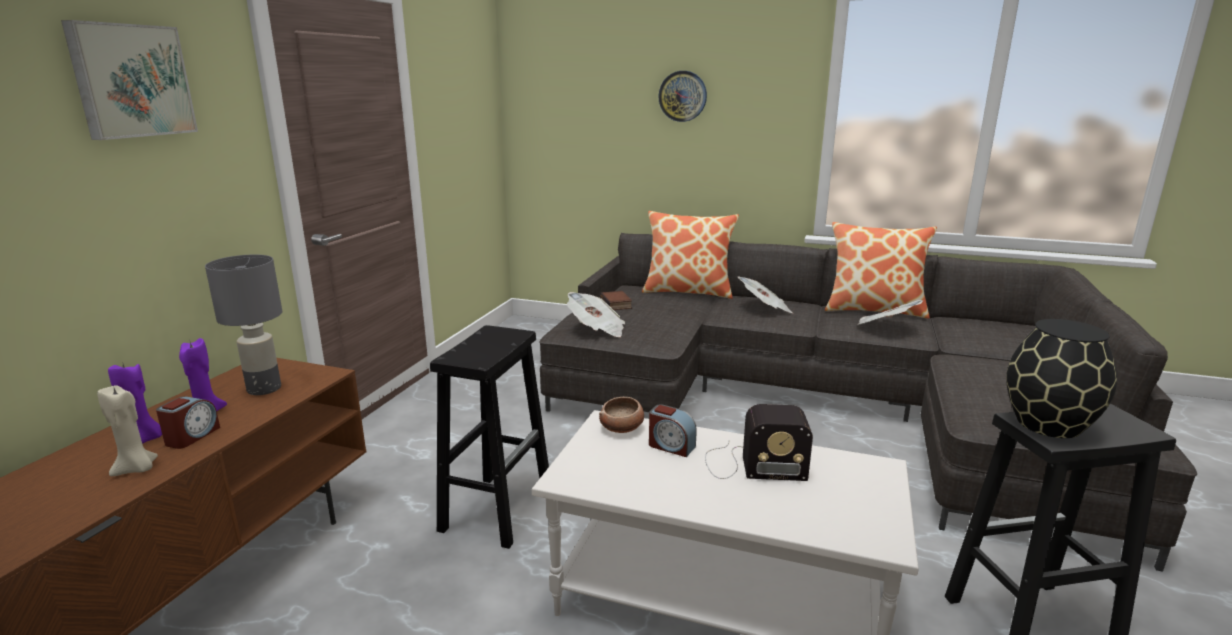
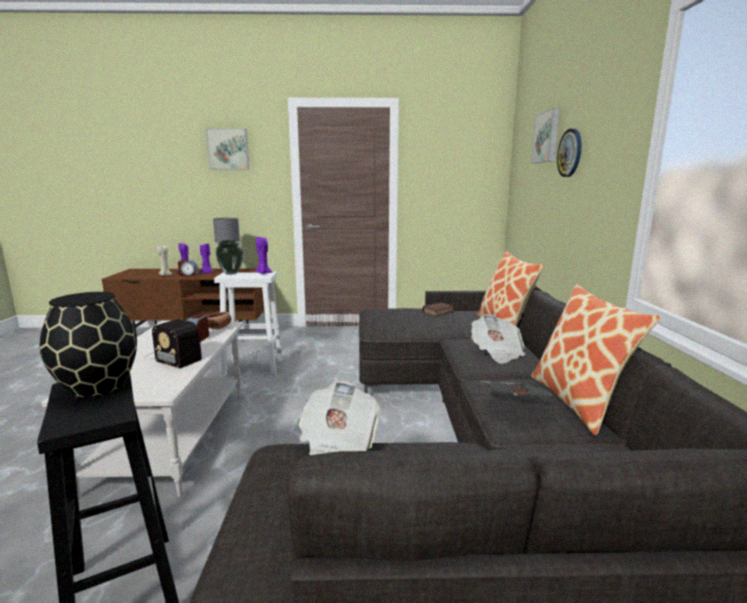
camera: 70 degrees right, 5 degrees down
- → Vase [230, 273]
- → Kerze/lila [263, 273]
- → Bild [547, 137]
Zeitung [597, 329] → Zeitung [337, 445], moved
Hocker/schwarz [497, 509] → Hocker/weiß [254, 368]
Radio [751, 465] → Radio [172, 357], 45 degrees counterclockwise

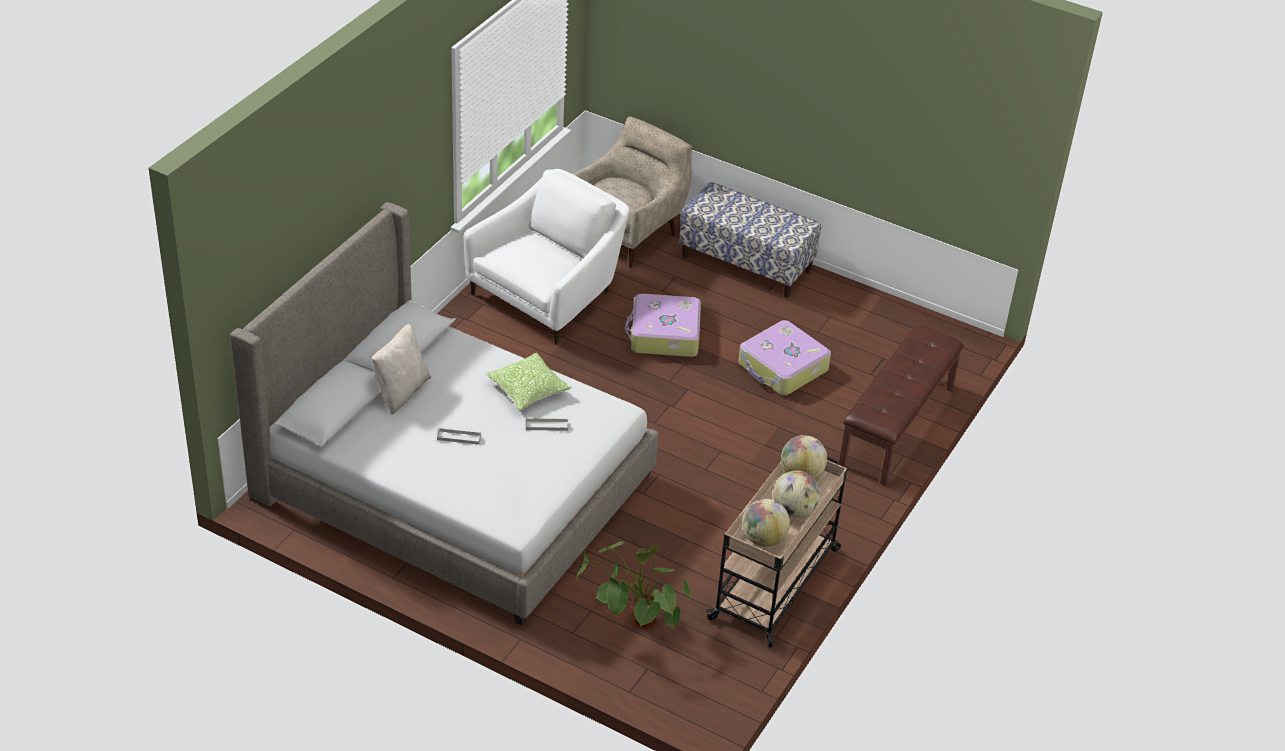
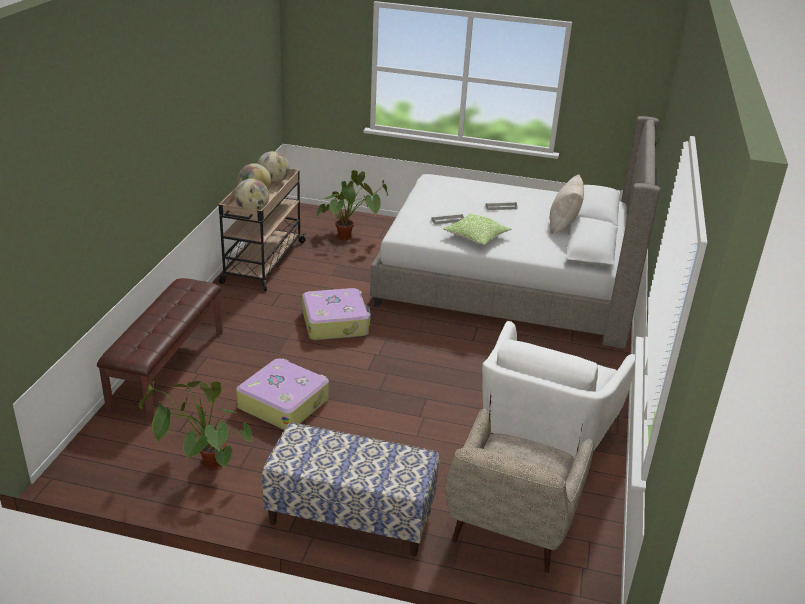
camera: 165 degrees right, 10 degrees down
- → Topfpflanze [200, 464]
Koffer [664, 335] → Koffer [335, 323], moved

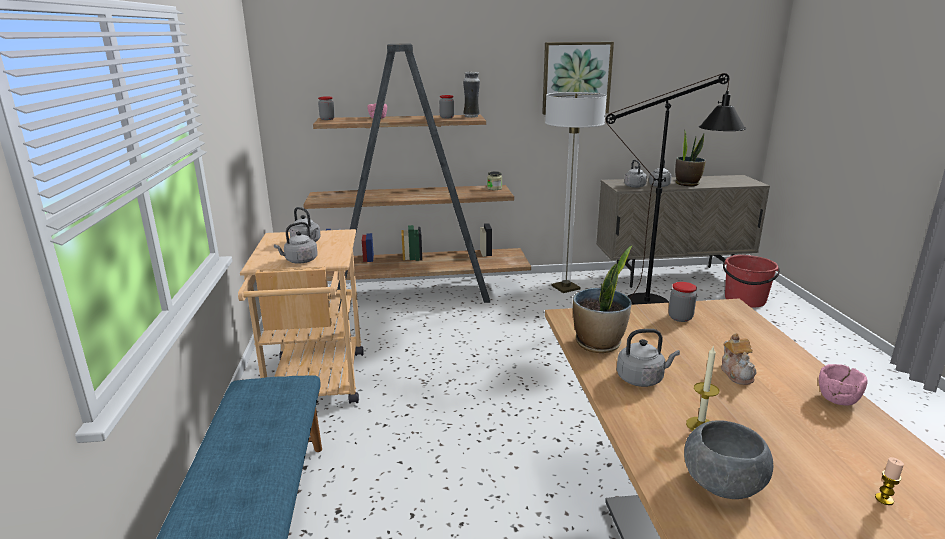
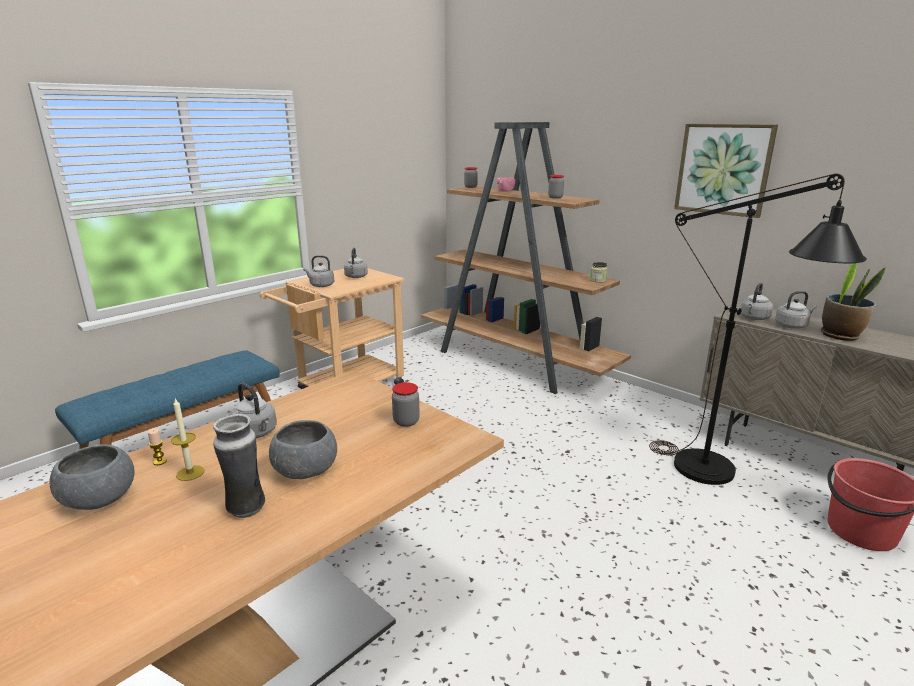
camera: 50 degrees right, 0 degrees up
Stehlampe [565, 288] → -
Topfpflanze [599, 344] → -
Schüssel/rosa [837, 398] → -
Vase [471, 116] → Vase [246, 509], moved
Kerze [884, 499] → Kerze [160, 462], moved
Teekanne [737, 373] → Schüssel/grau [306, 471]

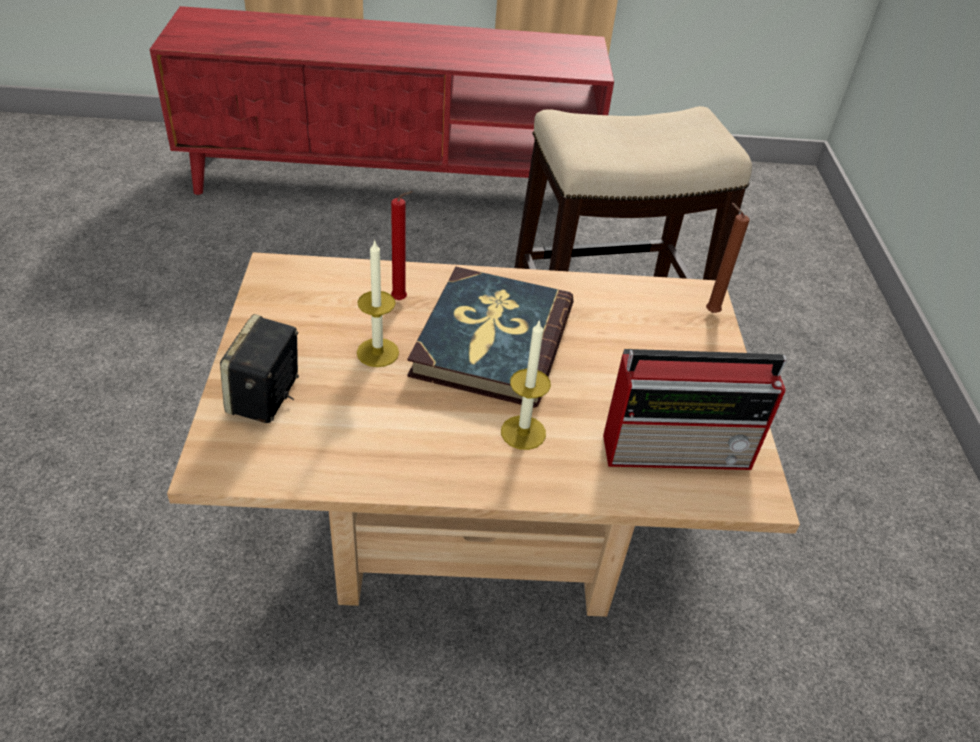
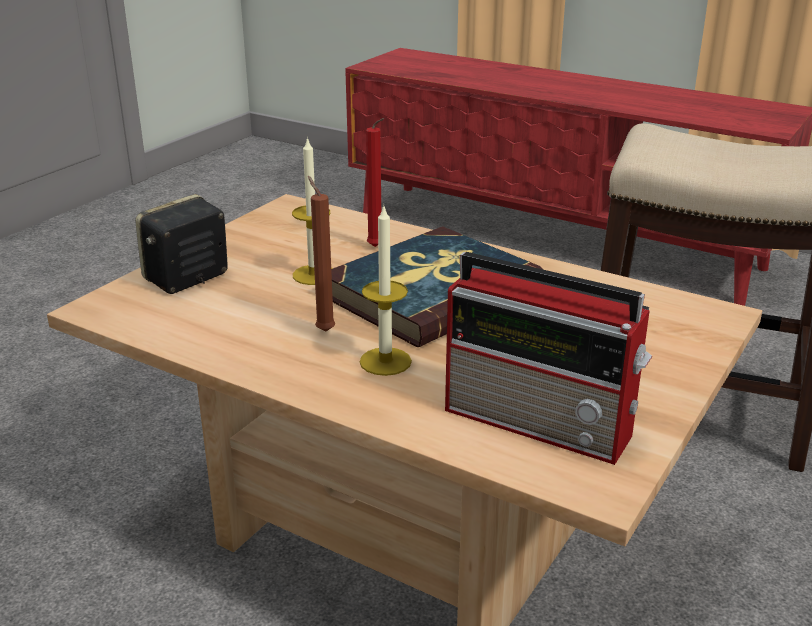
camera: 35 degrees right, 15 degrees down
Kerze/braun [709, 312] → Kerze/braun [323, 330], moved

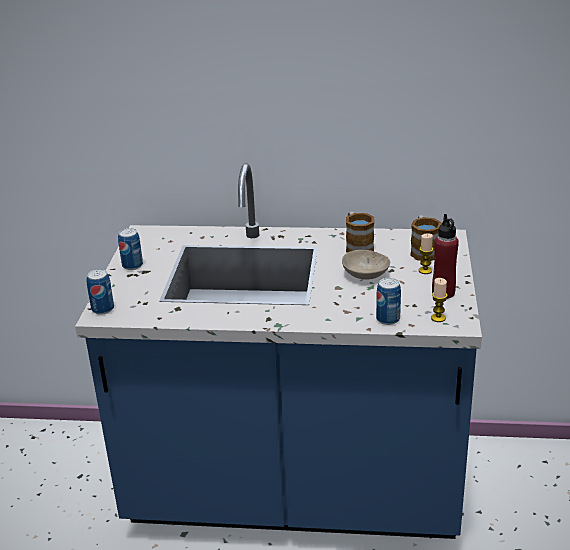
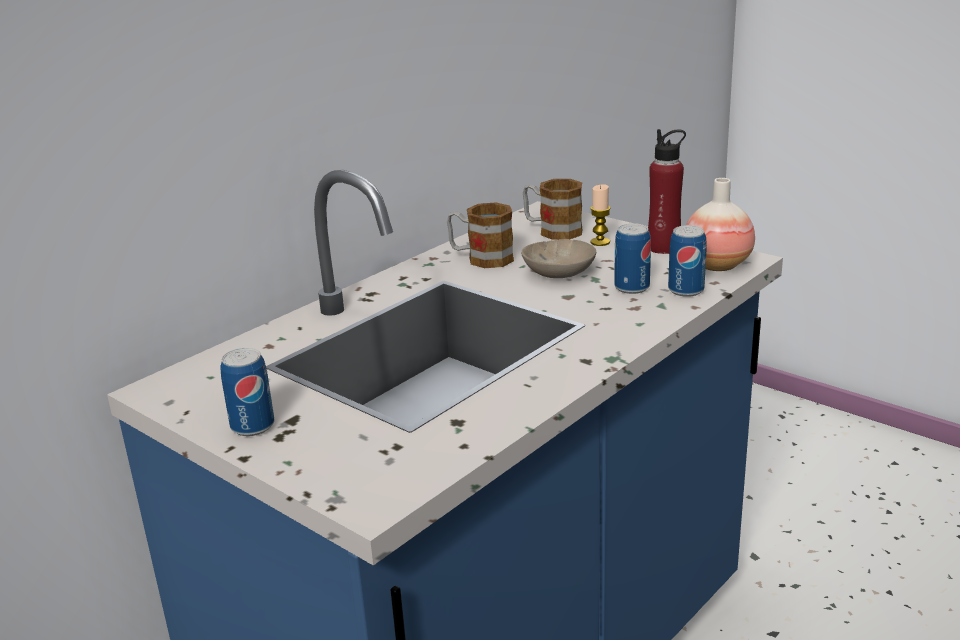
camera: 55 degrees left, 5 degrees down
Dose [103, 309] → Dose [632, 287], moved
Kerze [438, 318] → Vase [717, 265]

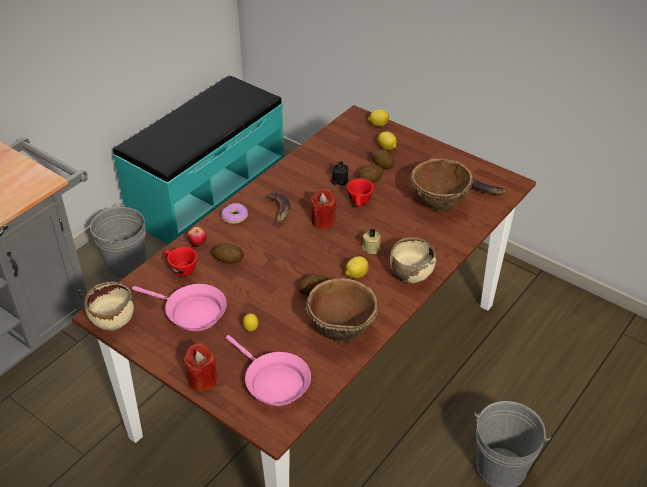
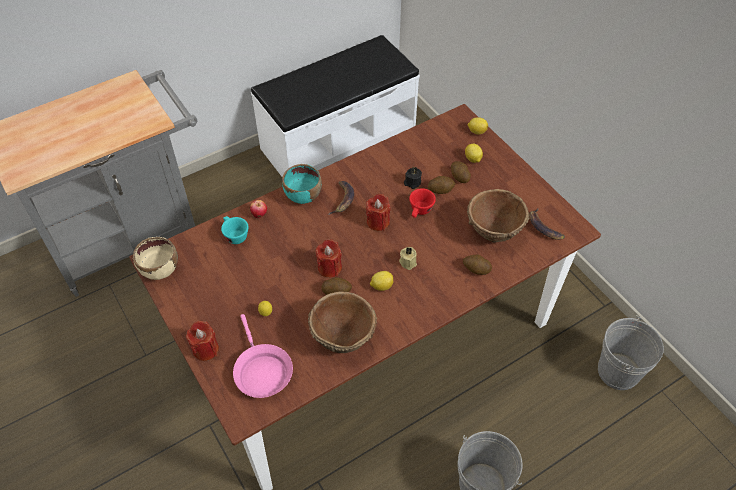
camera: 20 degrees right, 10 degrees up
Pfanne/rosa [191, 312] → -
Schüssel/beige [410, 274] → -
- → Kerze/rot [329, 267]
Eimer/grau [126, 264] → Eimer/grau [618, 371], moved
Kartoffel [228, 260] → Kartoffel [476, 269], moved
Donut [234, 216] → Schüssel/türkis [303, 195]
Bank/türkis [207, 193] → Bank/weiß [337, 139]
Tasse/rot [180, 269] → Tasse/türkis [234, 235]

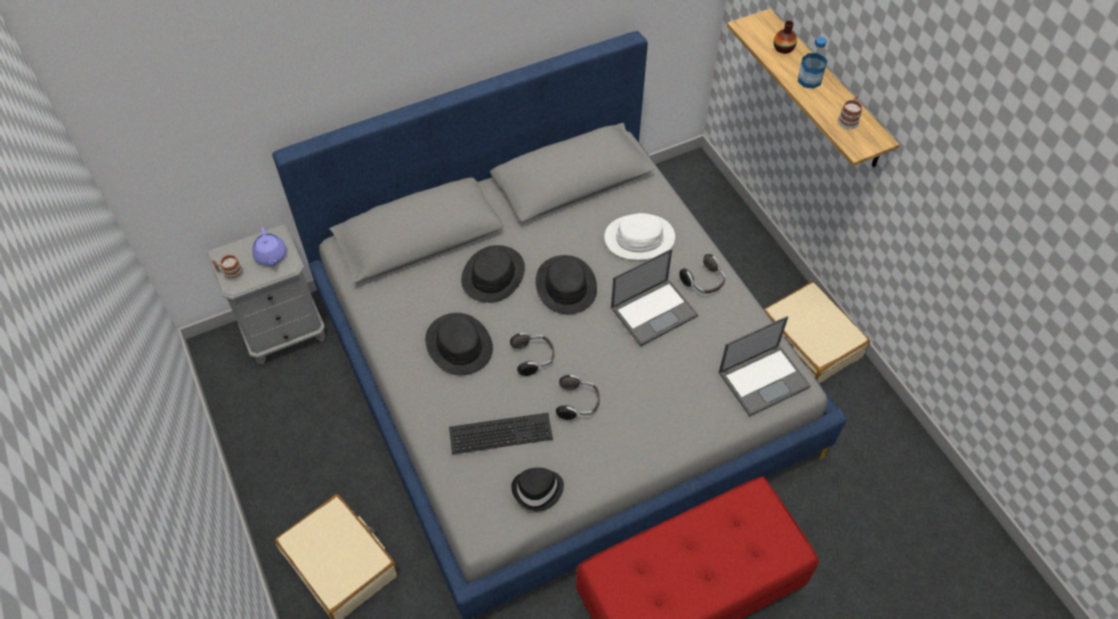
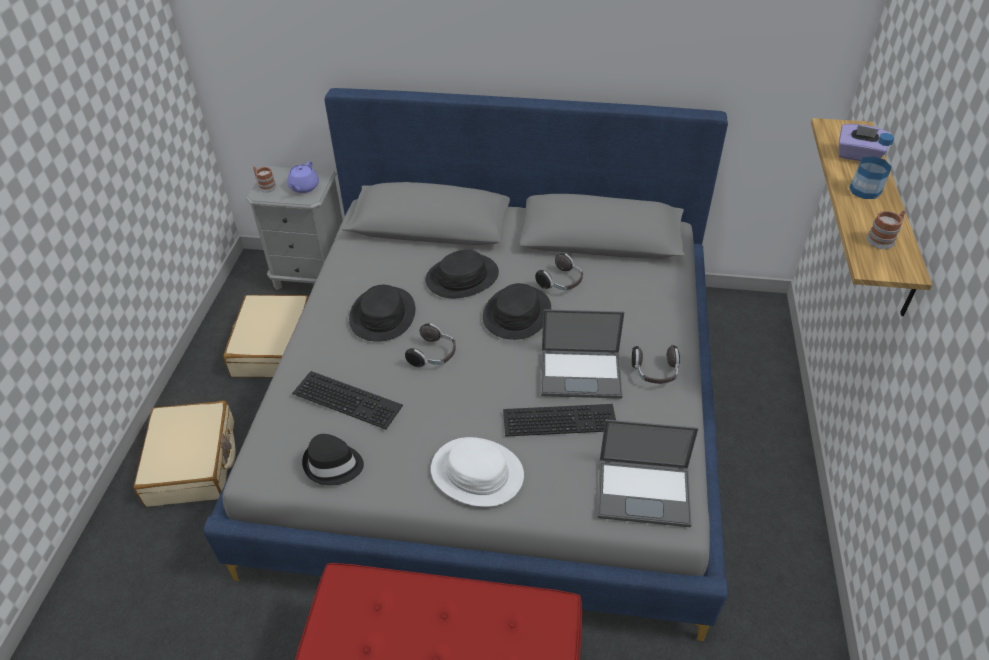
camera: 35 degrees right, 10 degrees down
- → Tastatur [560, 418]
Kopfhörer [578, 403] → Kopfhörer [561, 283], moved
Hut/weiß [639, 238] → Hut/weiß [477, 473], moved
Koffer/beige [809, 342] → Koffer/beige [273, 346], moved
Vase [783, 48] → Taschentuchbox/lila [857, 156]

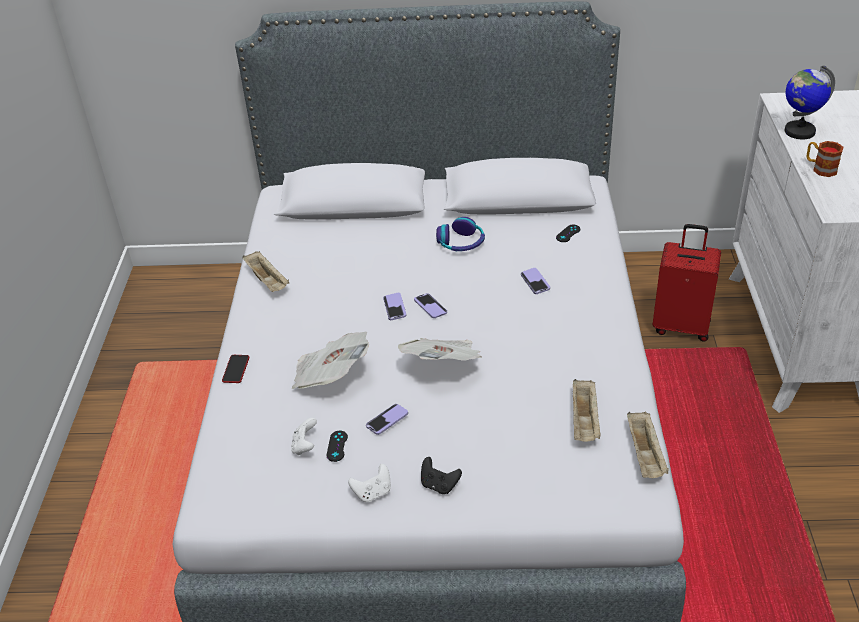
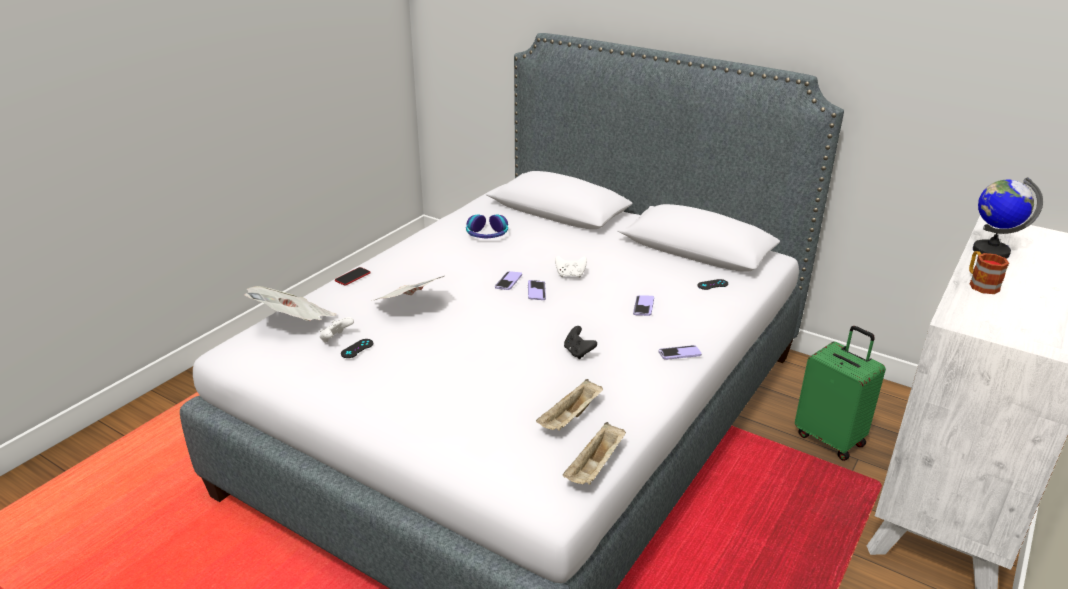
camera: 30 degrees right, 10 degrees down
Tablett/beige [268, 281] → -
Gamepad/weiß [373, 493] → Gamepad/weiß [570, 275], moved
Handy [387, 420] → Handy [679, 353], moved
Zeitung [443, 365] → Zeitung [294, 322], moved
Gamepad/schwarz [439, 485] → Gamepad/schwarz [578, 352], moved
Kopfhörer [461, 243] → Kopfhörer [487, 235], moved
Koffer/rot [681, 326] → Koffer/grün [830, 438]

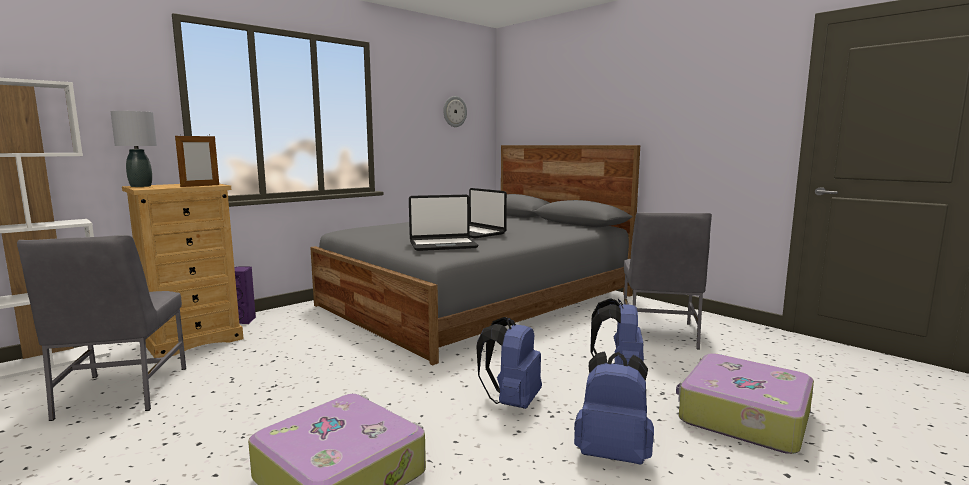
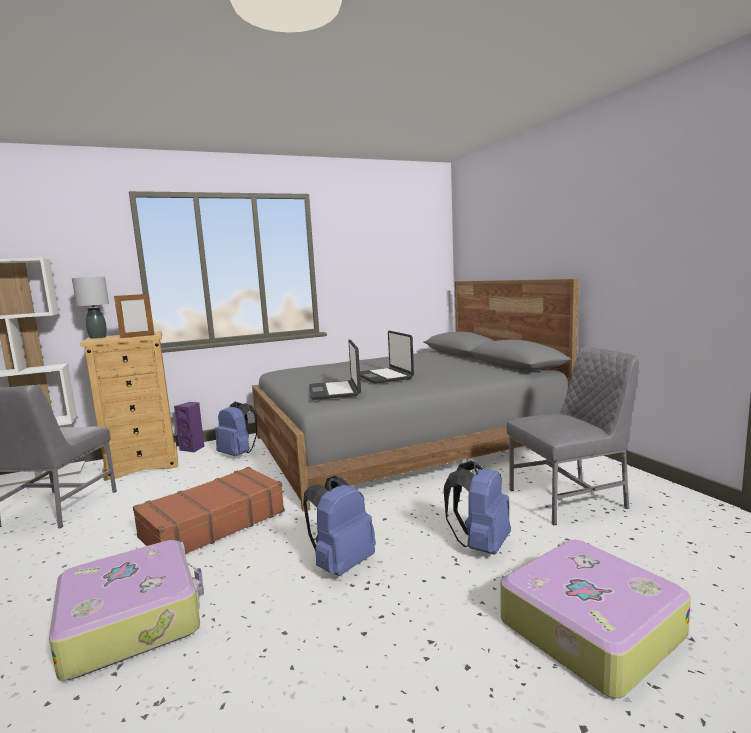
camera: 20 degrees right, 0 degrees up
Wanduhr [454, 111] → -
- → Koffer/braun [213, 524]
Rucksack/blau [613, 454] → Rucksack/blau [238, 454], moved
Laptop [443, 245] → Laptop [335, 391], 75 degrees clockwise
Stuhl/grau [659, 334] → Stuhl/grau [569, 499], 135 degrees counterclockwise

